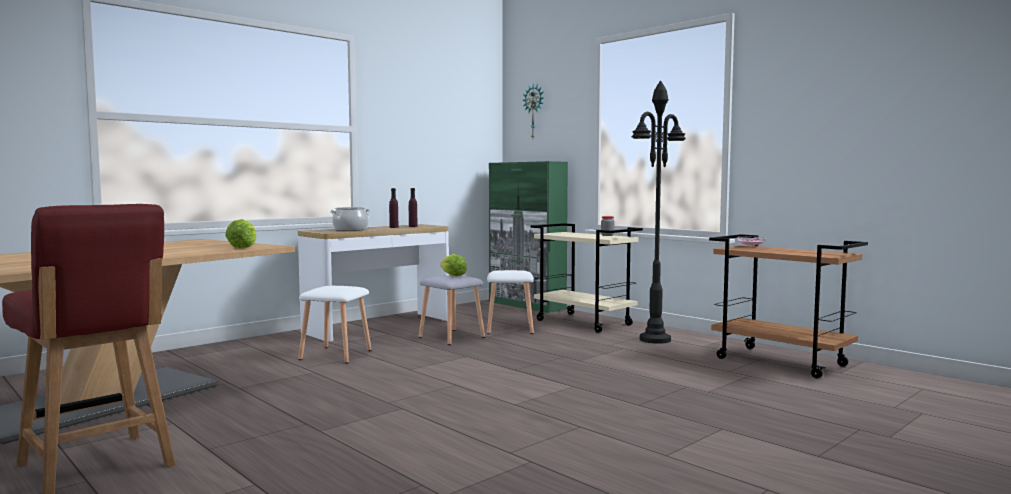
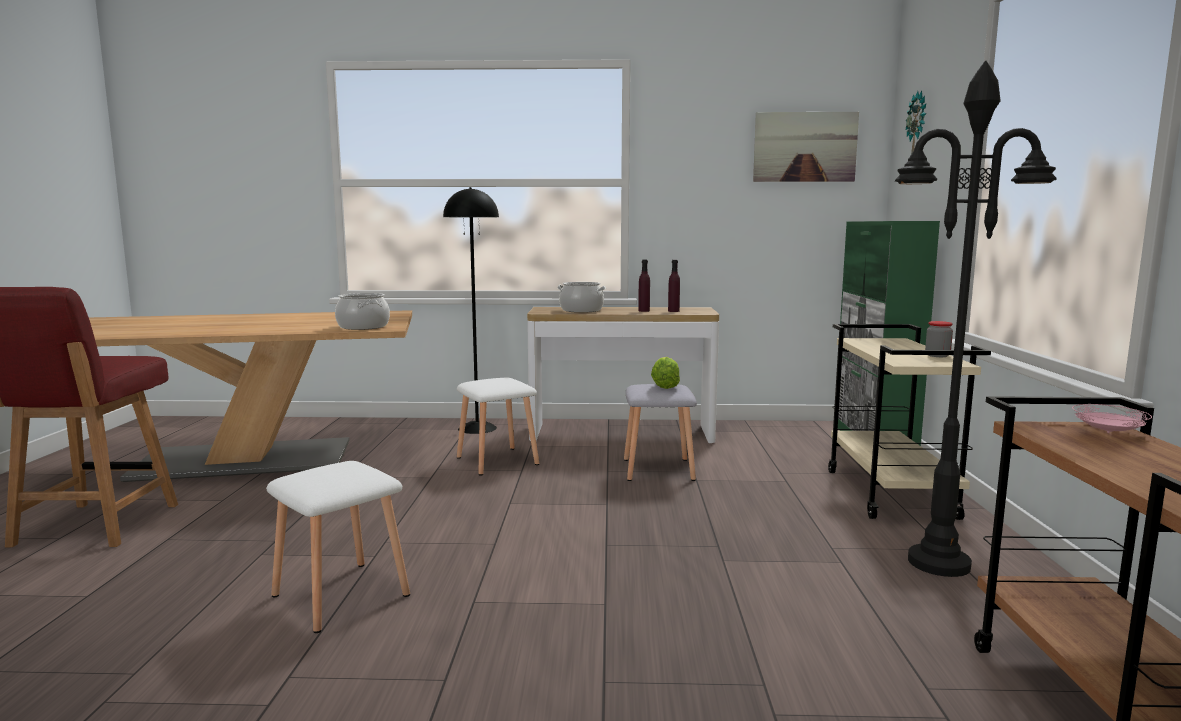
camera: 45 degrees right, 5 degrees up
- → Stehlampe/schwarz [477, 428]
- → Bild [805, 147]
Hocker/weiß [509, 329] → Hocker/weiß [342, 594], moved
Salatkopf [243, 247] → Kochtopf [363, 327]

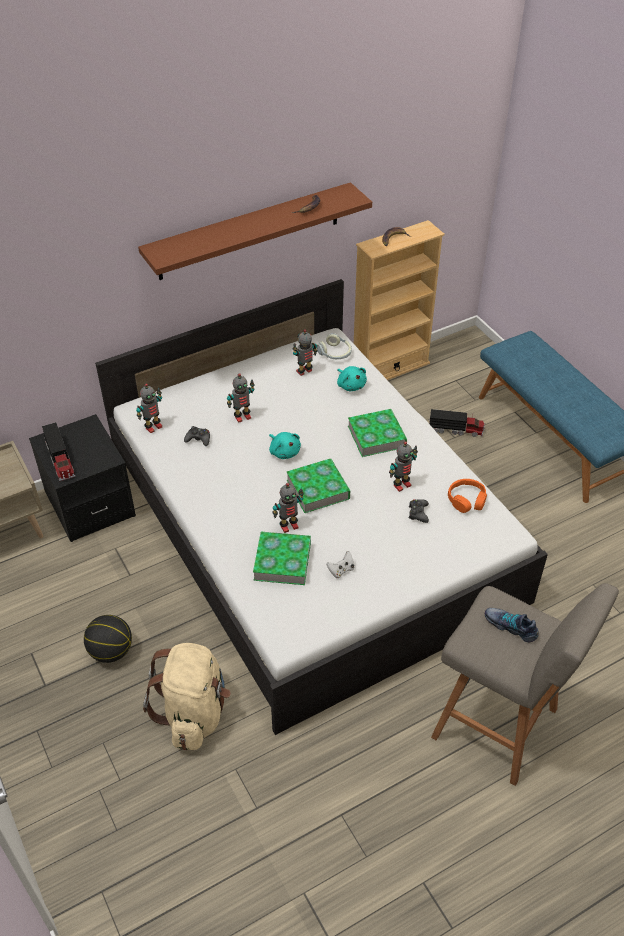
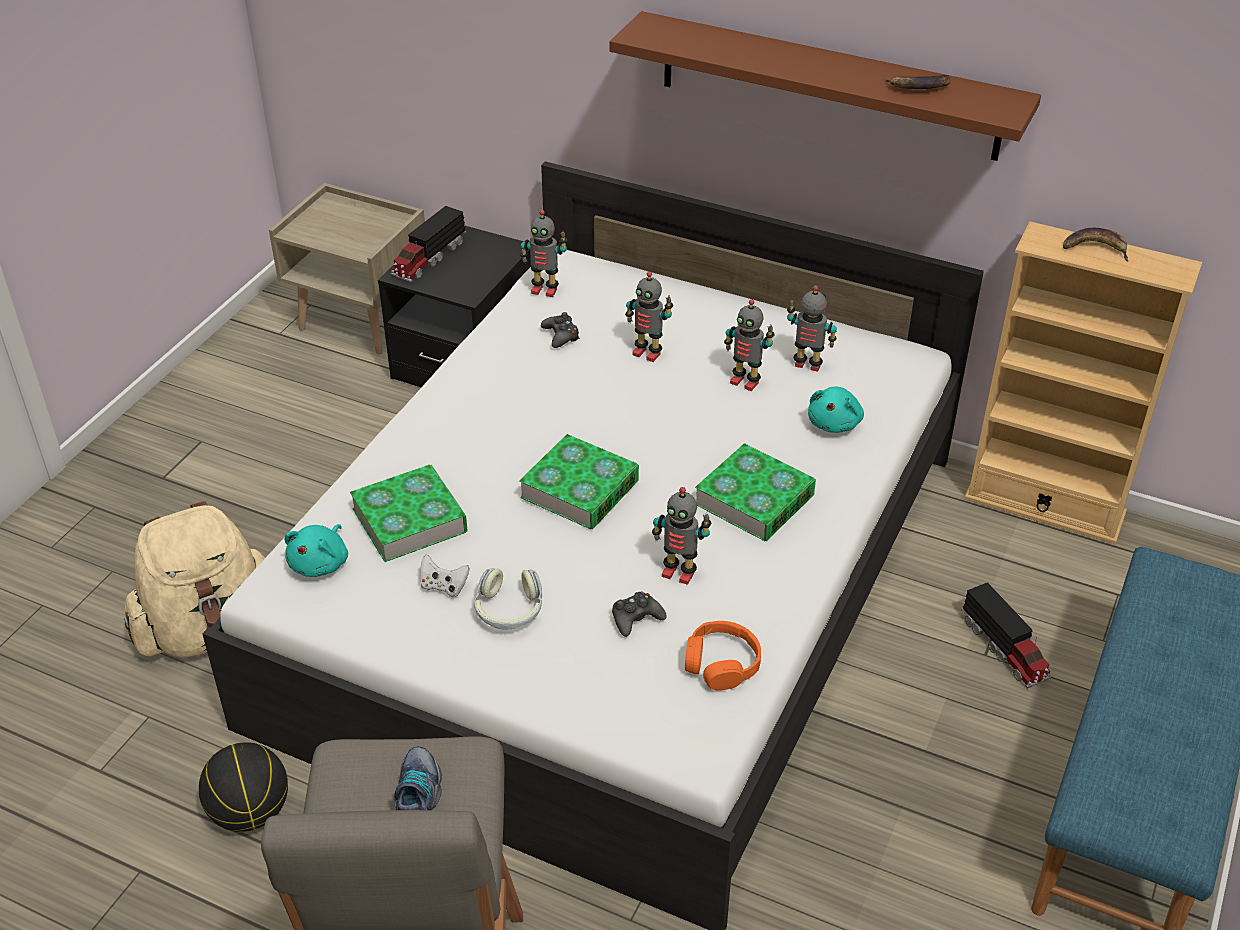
camera: 55 degrees right, 5 degrees down
Basketball [111, 651] → Basketball [250, 812], moved
Plüschtier/türkis [284, 451] → Plüschtier/türkis [321, 563], moved
Spielzeugroboter [288, 526] → Spielzeugroboter [745, 381], moved
Kopfhörer [335, 353] → Kopfhörer [509, 610], moved

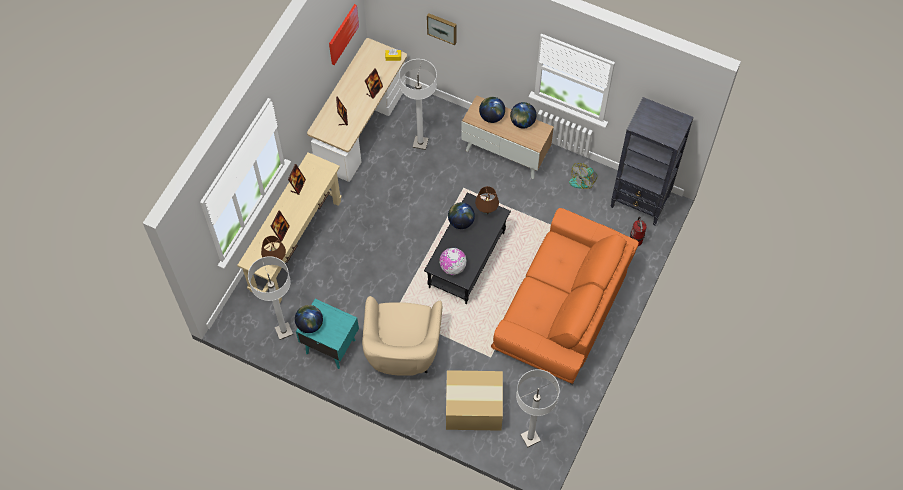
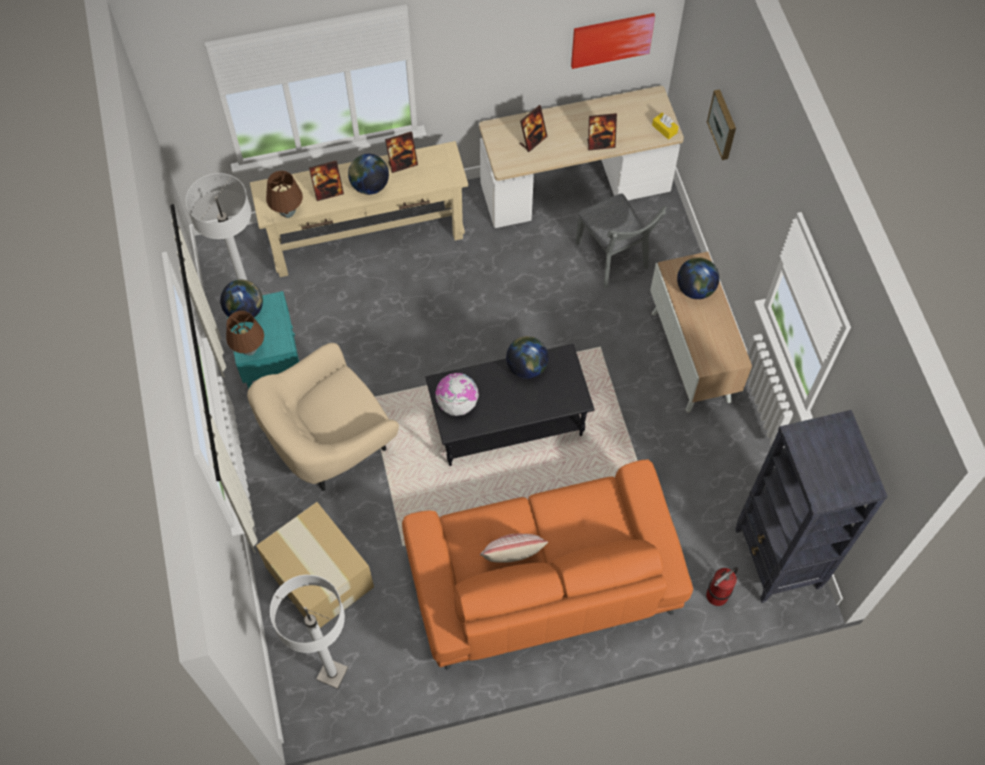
camera: 50 degrees right, 0 degrees up
Ventilator [583, 179] → -
- → Kissen [513, 556]
Tischlampe/braun [486, 210] → Tischlampe/braun [250, 349], moved
Globus [522, 122] → Globus [369, 185], moved
Stehlampe/weiß [420, 143] → Stuhl/grau [614, 259]

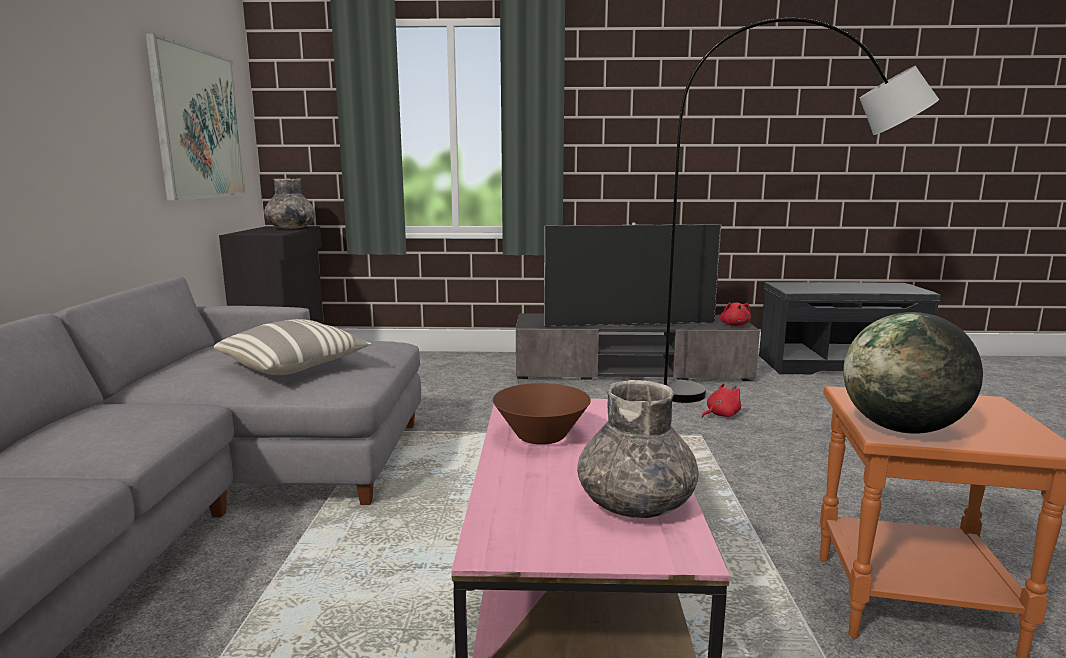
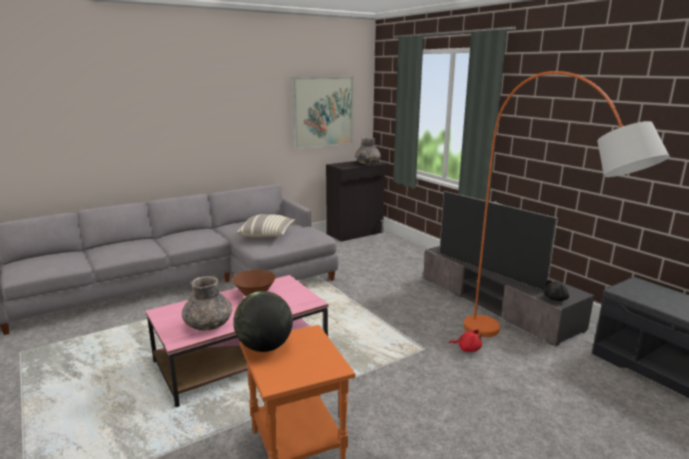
camera: 55 degrees right, 5 degrees up
Stehlampe/grau [777, 399] → Stehlampe/orange [531, 363]
Plüschtier/rot [734, 325] → Plüschtier/schwarz [556, 299]

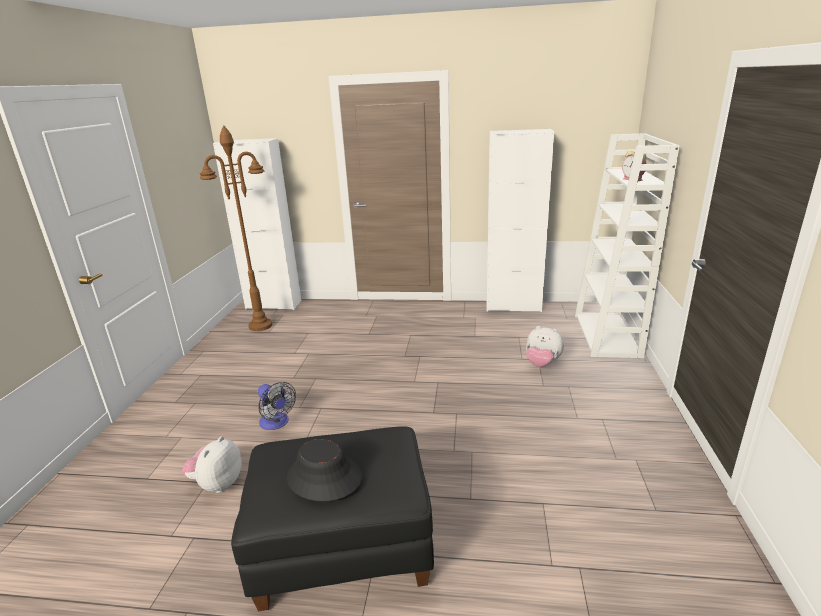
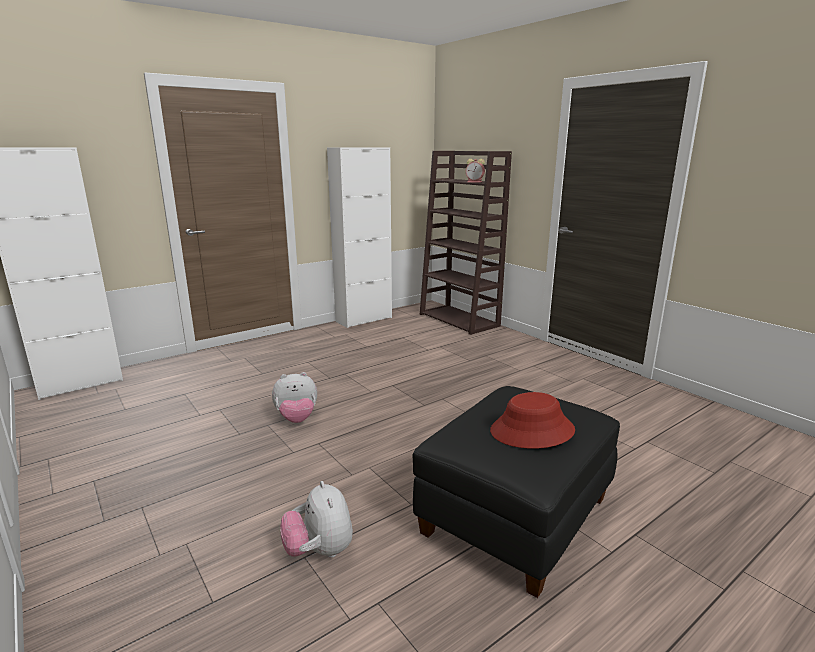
camera: 45 degrees left, 5 degrees down
Stehlampe/braun [261, 326] → -
Ventilator [277, 423] → -
Plüschtier [542, 364] → Plüschtier [297, 419], moved
Hut/schwarz [324, 477] → Hut/rot [532, 431]
Bücherregal/weiß [607, 335] → Bücherregal/braun [459, 320]

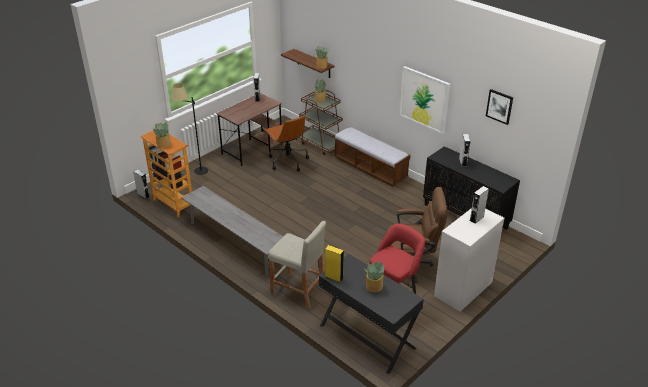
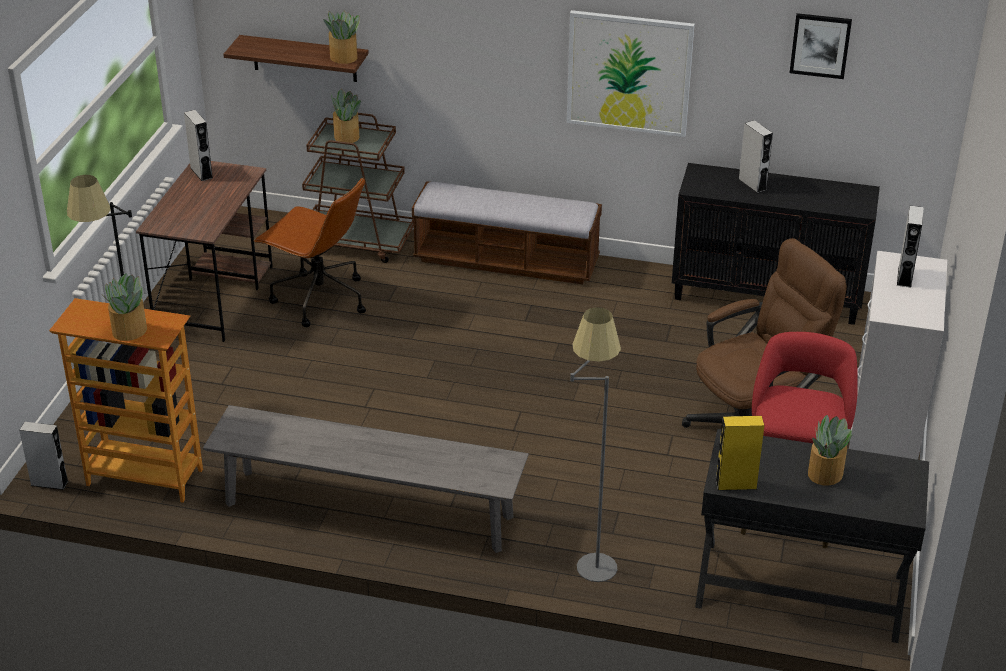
camera: 30 degrees left, 0 degrees up
Hocker/beige [298, 290] → Stehlampe/grau [590, 555]

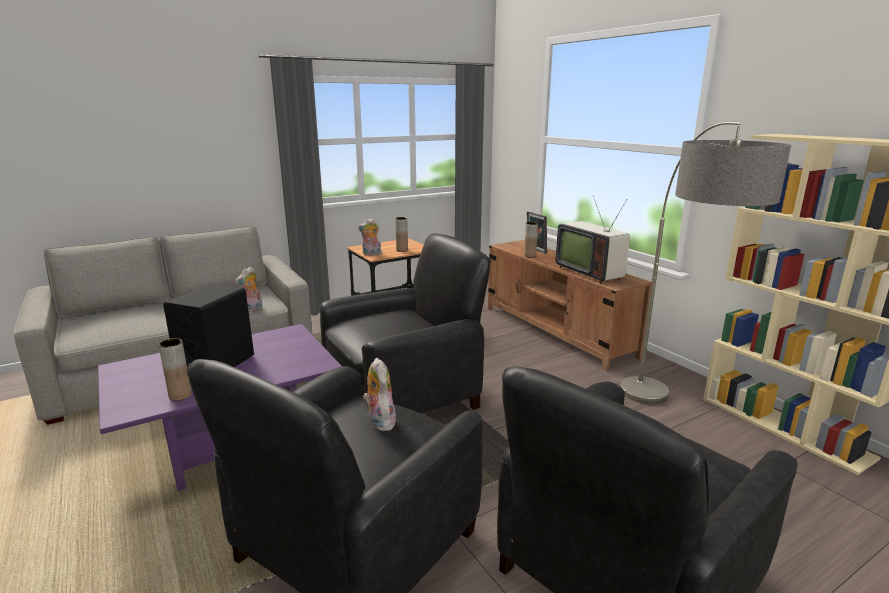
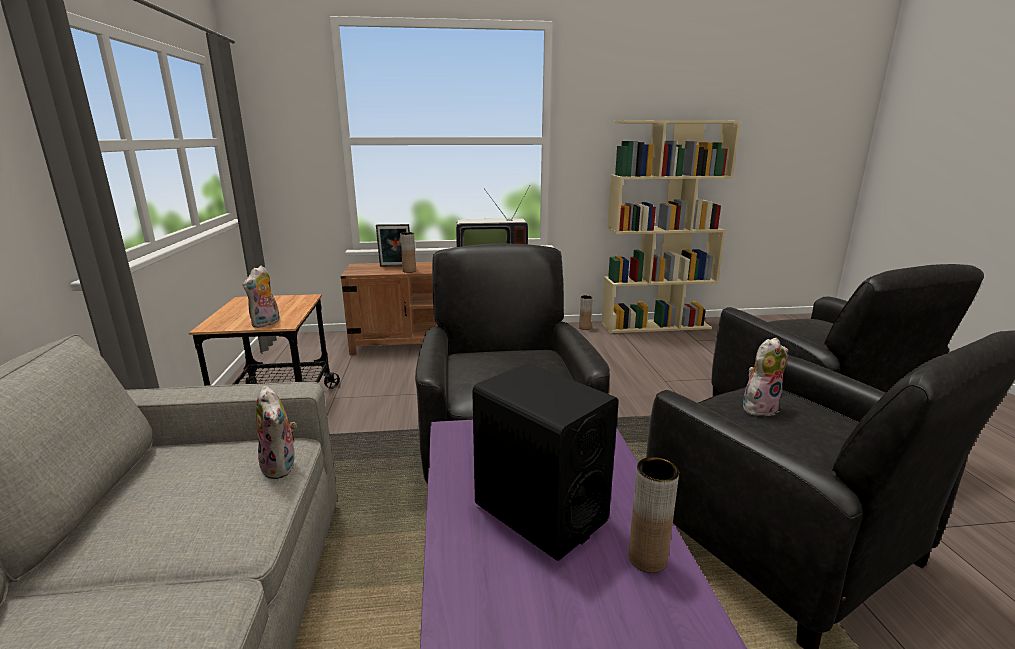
camera: 65 degrees left, 0 degrees up
Stehlampe [668, 423] → -
Vase/braun [402, 250] → Vase/braun [584, 328], moved
Plüschtier [379, 421] → Plüschtier [759, 407], 150 degrees clockwise

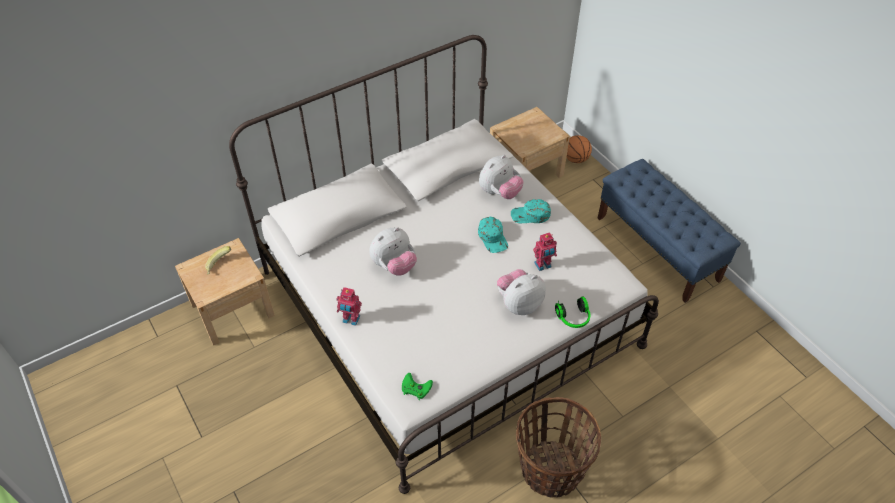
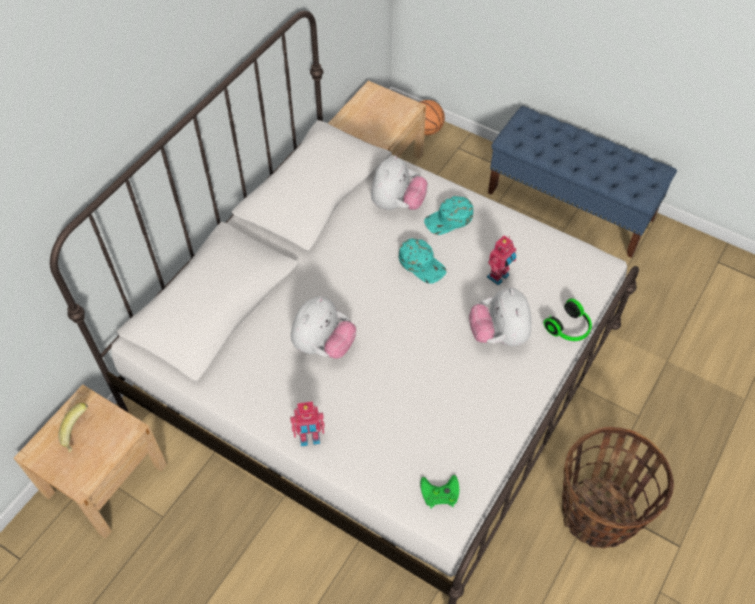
camera: 25 degrees left, 5 degrees up
Plüschtier [519, 303] → Plüschtier [498, 335], 45 degrees counterclockwise

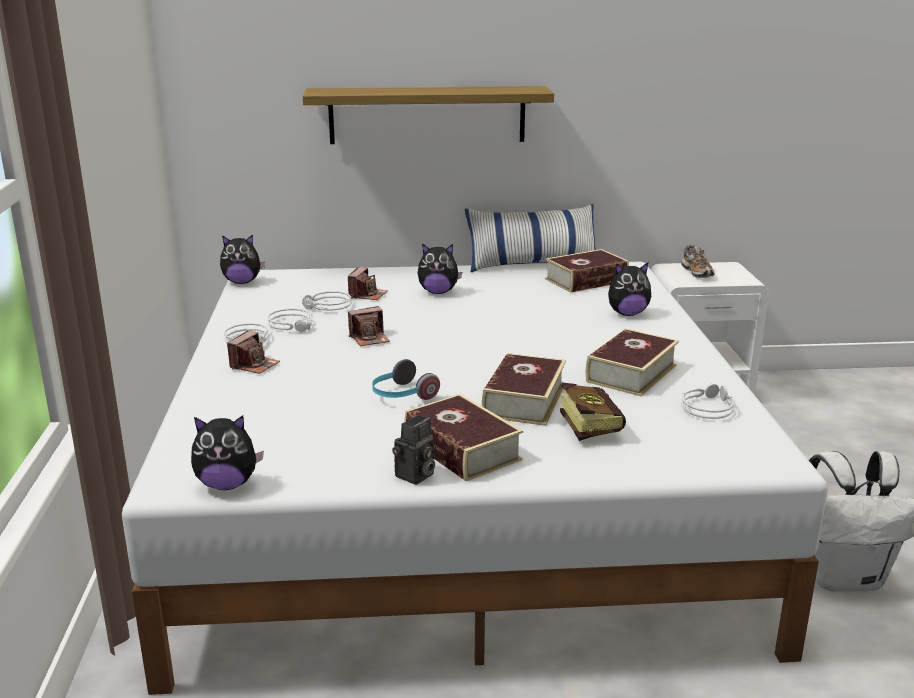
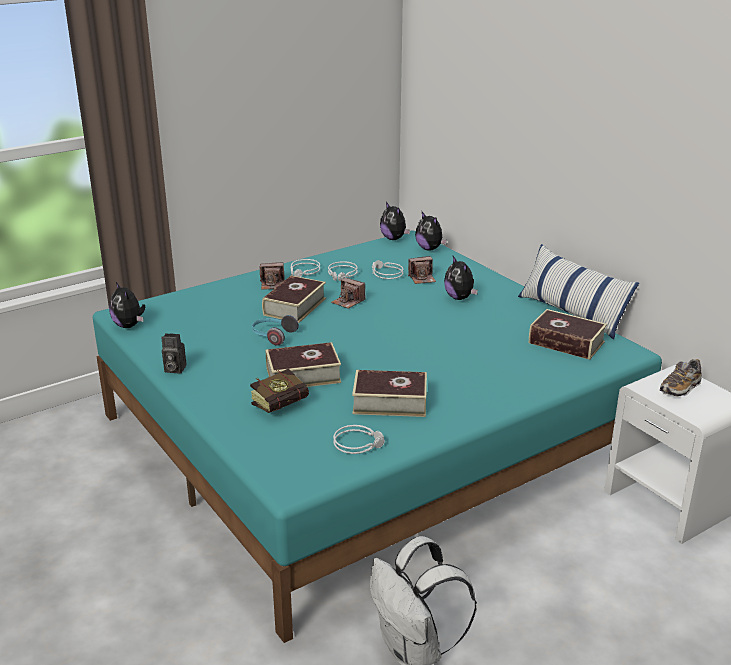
camera: 60 degrees right, 5 degrees up
Wandregal [427, 115] → -
Buch [462, 449] → Buch [294, 306], moved
Plüschtier [627, 313] → Plüschtier [429, 249], moved
Bett/weiß [458, 494] → Bett/türkis [365, 439]

